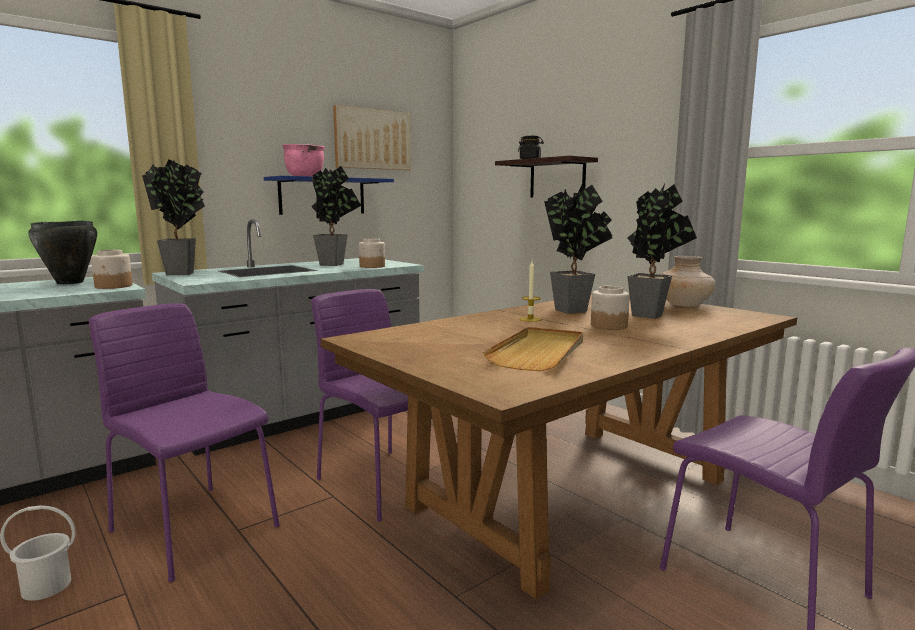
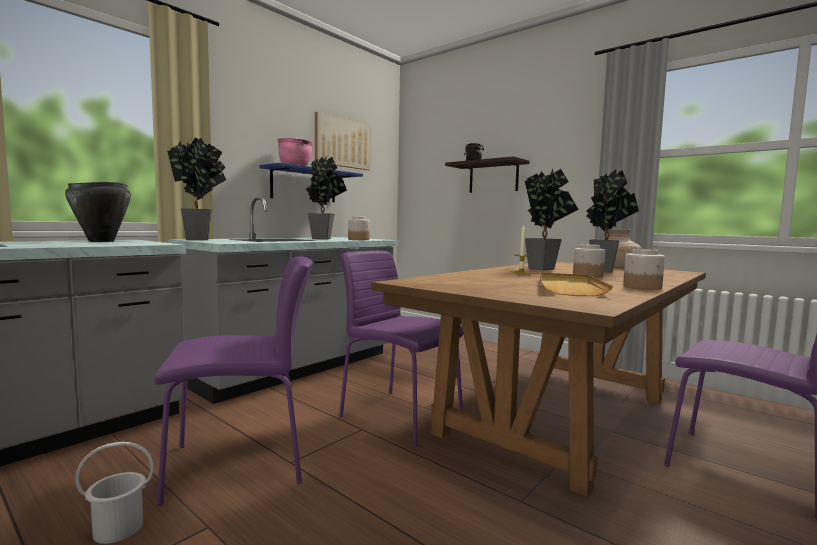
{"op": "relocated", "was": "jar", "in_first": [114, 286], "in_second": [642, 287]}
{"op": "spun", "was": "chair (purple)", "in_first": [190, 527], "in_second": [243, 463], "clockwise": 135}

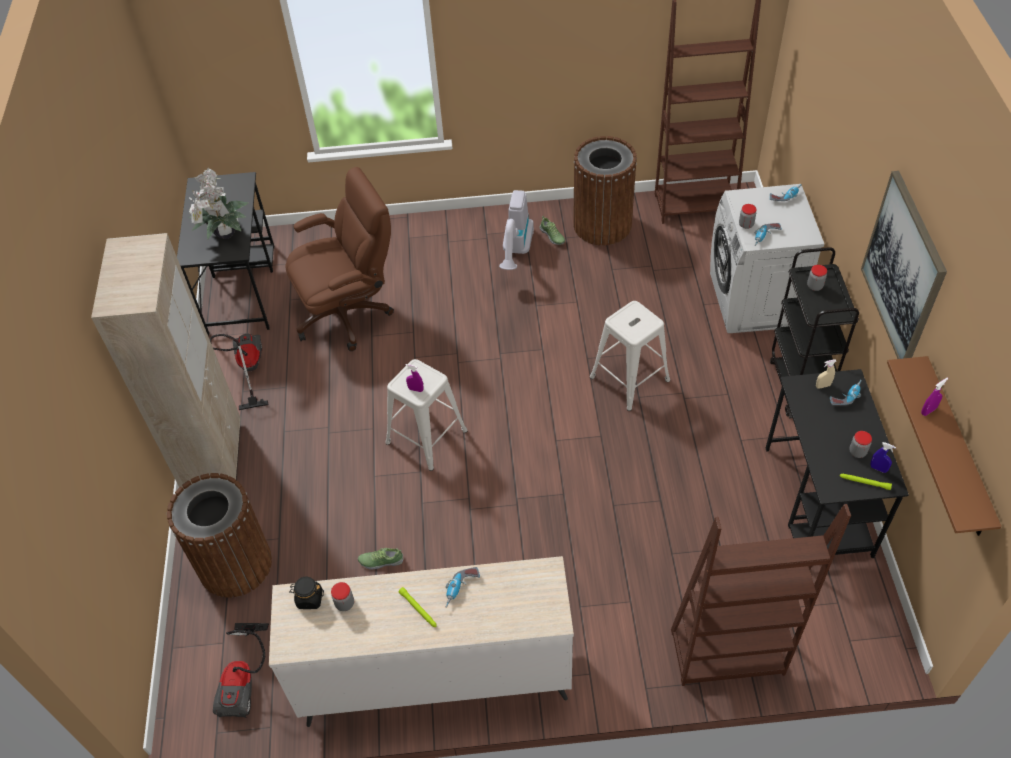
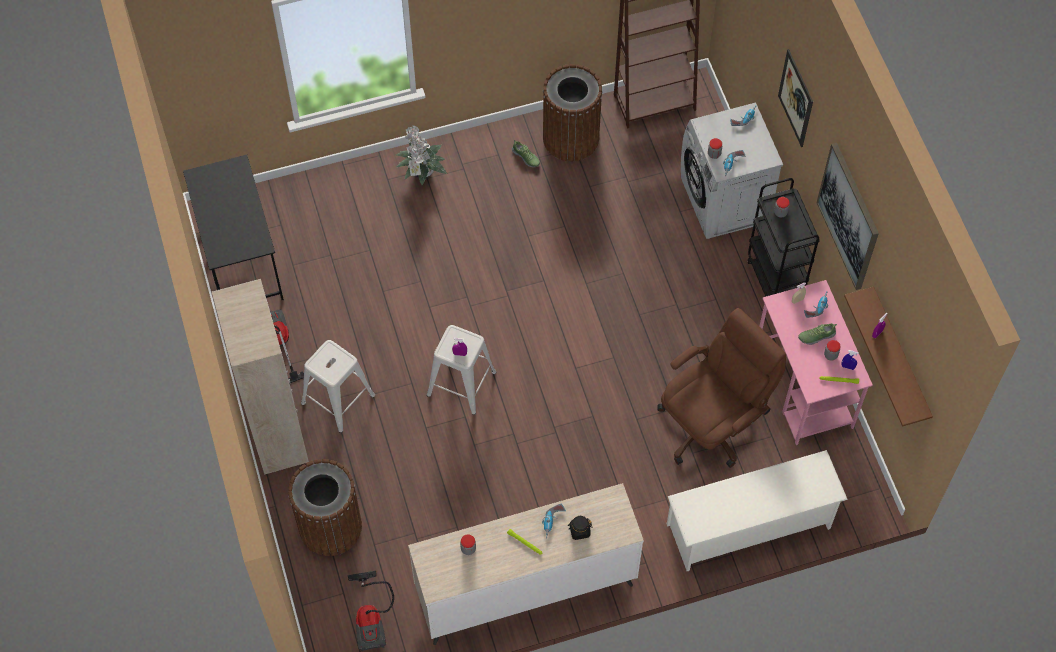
{"op": "relocated", "was": "office chair (brown)", "in_first": [350, 313], "in_second": [712, 423]}
{"op": "relocated", "was": "potted plant", "in_first": [224, 235], "in_second": [421, 174]}
{"op": "missing", "was": "vacuum cleaner", "in_first": [516, 252]}
{"op": "relocated", "was": "stool (white)", "in_first": [629, 378], "in_second": [338, 399]}
{"op": "colour", "was": "desk (black)", "now": "desk (pink)", "in_first": [818, 502], "in_second": [804, 387]}
{"op": "exchanged", "was": "bookcase (brown)", "now": "shoe rack (white)", "in_first": [727, 652], "in_second": [749, 526]}
{"op": "relocated", "was": "shoe", "in_first": [381, 560], "in_second": [816, 336]}
{"op": "relocated", "was": "jar (black)", "in_first": [309, 599], "in_second": [579, 531]}
{"op": "appeared", "now": "picture", "in_second": [795, 98]}

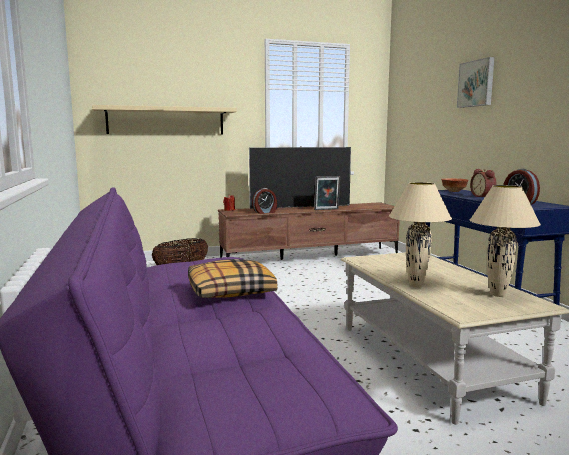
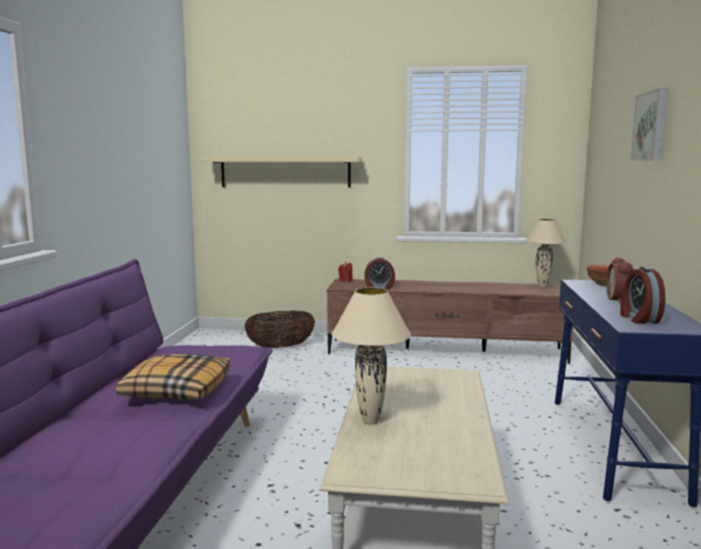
{"op": "missing", "was": "television", "in_first": [300, 207]}
{"op": "missing", "was": "picture frame", "in_first": [327, 209]}
{"op": "relocated", "was": "table lamp (beige)", "in_first": [498, 295], "in_second": [542, 287]}

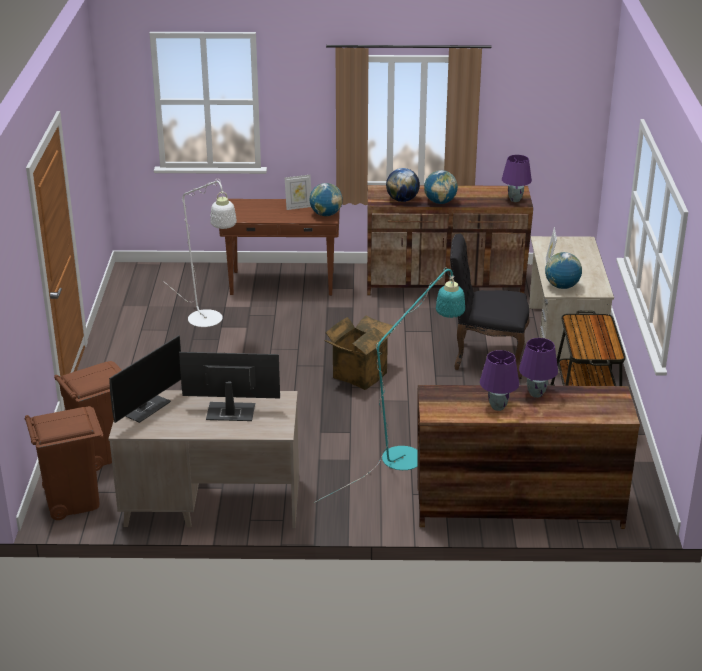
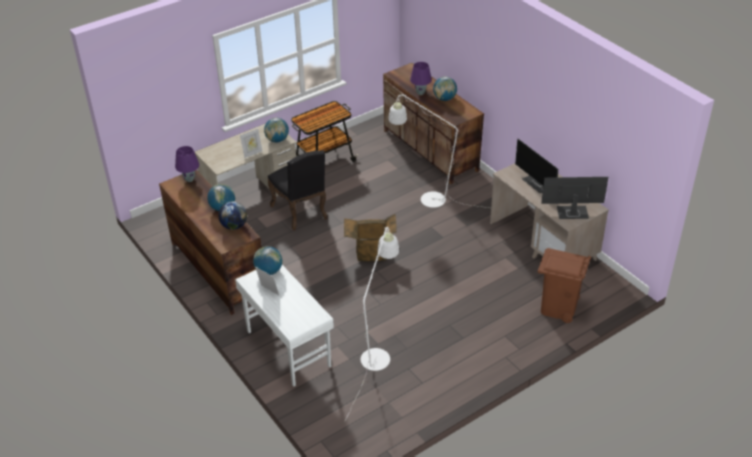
{"op": "colour", "was": "console table (brown)", "now": "console table (white)", "in_first": [283, 283], "in_second": [288, 349]}
{"op": "colour", "was": "floor lamp (turquoise)", "now": "floor lamp (white)", "in_first": [410, 453], "in_second": [426, 198]}
{"op": "exchanged", "was": "table lamp (purple)", "now": "globe", "in_first": [497, 407], "in_second": [444, 99]}
{"op": "missing", "was": "trash can (brown)", "in_first": [72, 500]}

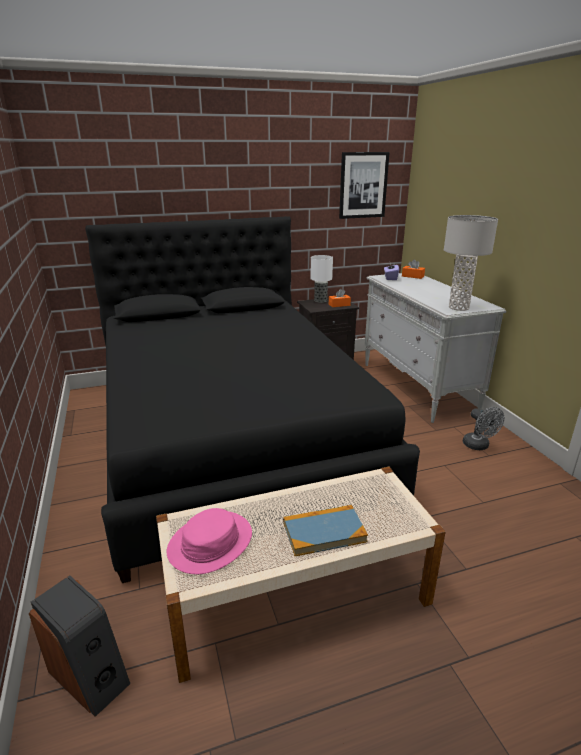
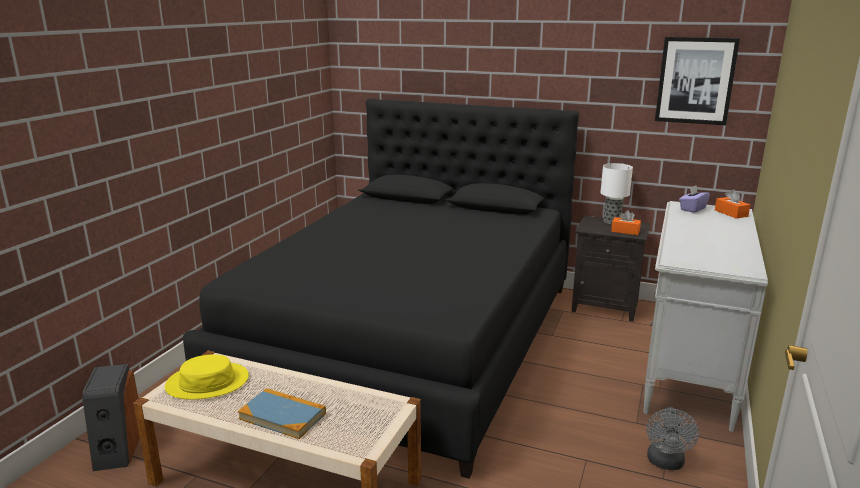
{"op": "missing", "was": "table lamp (white)", "in_first": [458, 307]}
{"op": "colour", "was": "hat (pink)", "now": "hat (yellow)", "in_first": [210, 542], "in_second": [207, 382]}

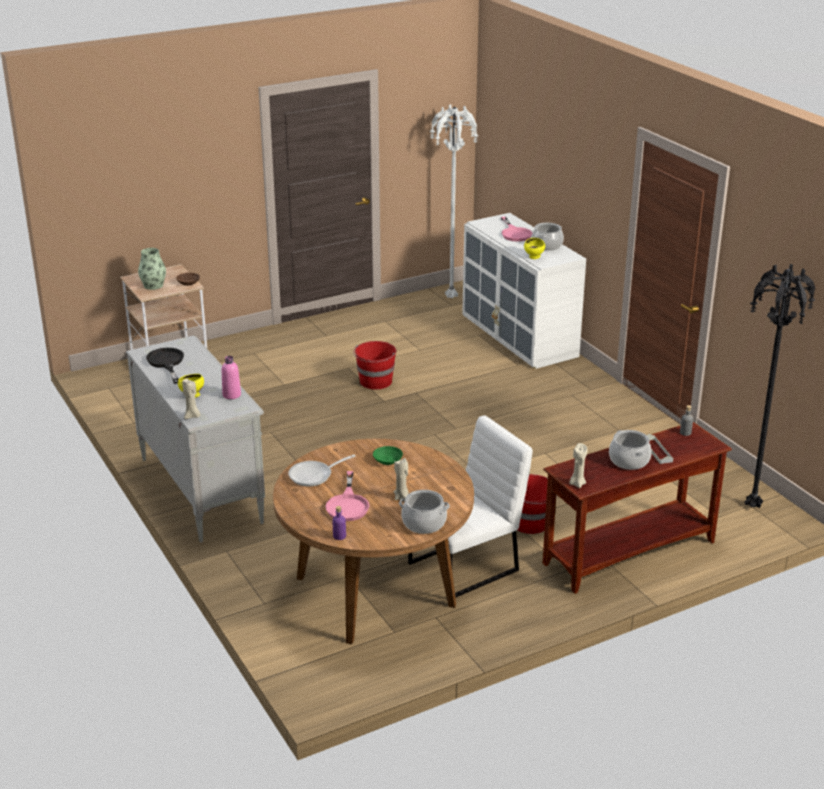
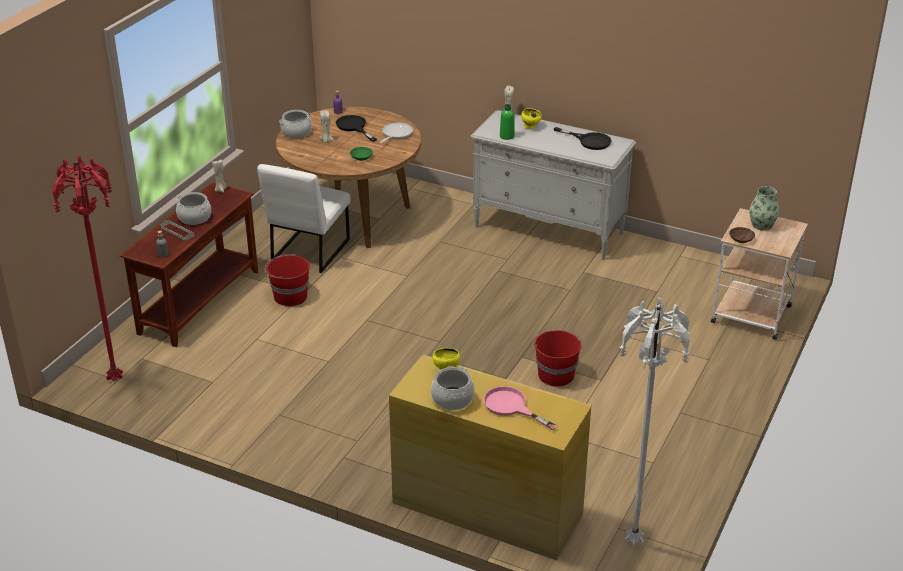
{"op": "colour", "was": "cabinet (white)", "now": "cabinet (yellow)", "in_first": [518, 336], "in_second": [487, 507]}
{"op": "colour", "was": "floor lamp (black)", "now": "floor lamp (red)", "in_first": [751, 507], "in_second": [116, 378]}
{"op": "colour", "was": "bottle (pink)", "now": "bottle (green)", "in_first": [231, 395], "in_second": [507, 136]}
{"op": "colour", "was": "frying pan (pink)", "now": "frying pan (black)", "in_first": [348, 504], "in_second": [354, 127]}

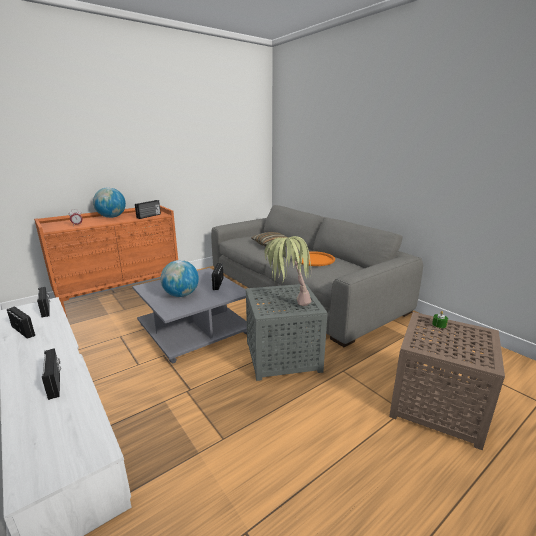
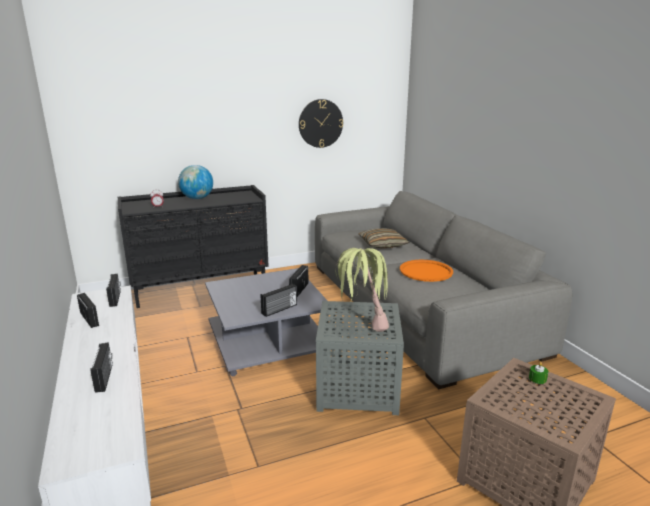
{"op": "relocated", "was": "radio", "in_first": [149, 216], "in_second": [280, 309]}
{"op": "colour", "was": "cabinet (orange)", "now": "cabinet (black)", "in_first": [122, 295], "in_second": [202, 289]}
{"op": "missing", "was": "globe", "in_first": [181, 295]}
{"op": "appeared", "now": "wall clock", "in_second": [320, 123]}

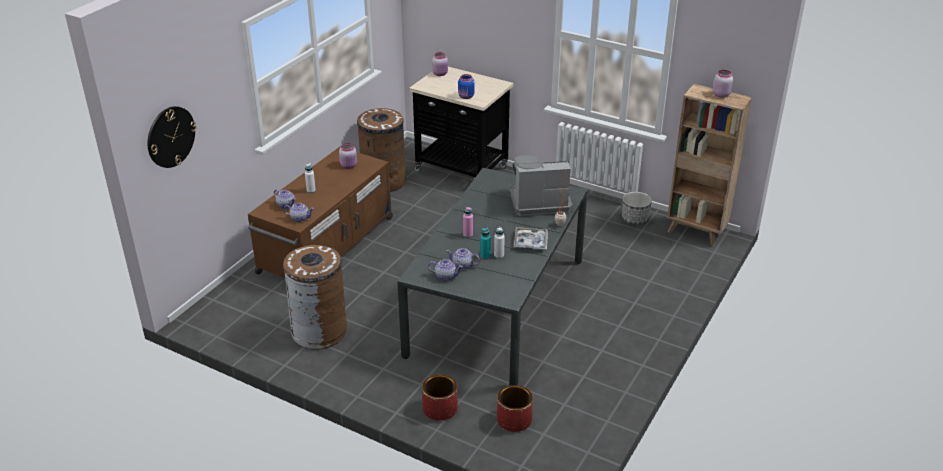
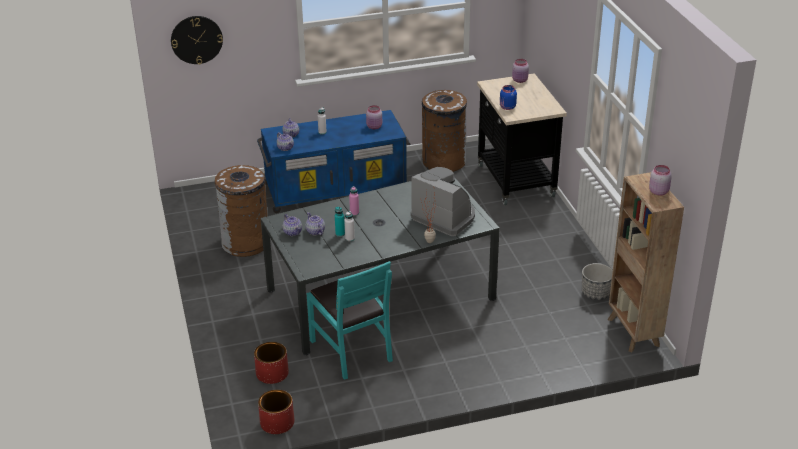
{"op": "colour", "was": "cabinet (brown)", "now": "cabinet (blue)", "in_first": [327, 244], "in_second": [336, 187]}
{"op": "missing", "was": "tray", "in_first": [530, 242]}
{"op": "relocated", "was": "planter (red)", "in_first": [440, 409], "in_second": [277, 423]}
{"op": "appeared", "now": "chair (turquoise)", "in_second": [351, 349]}

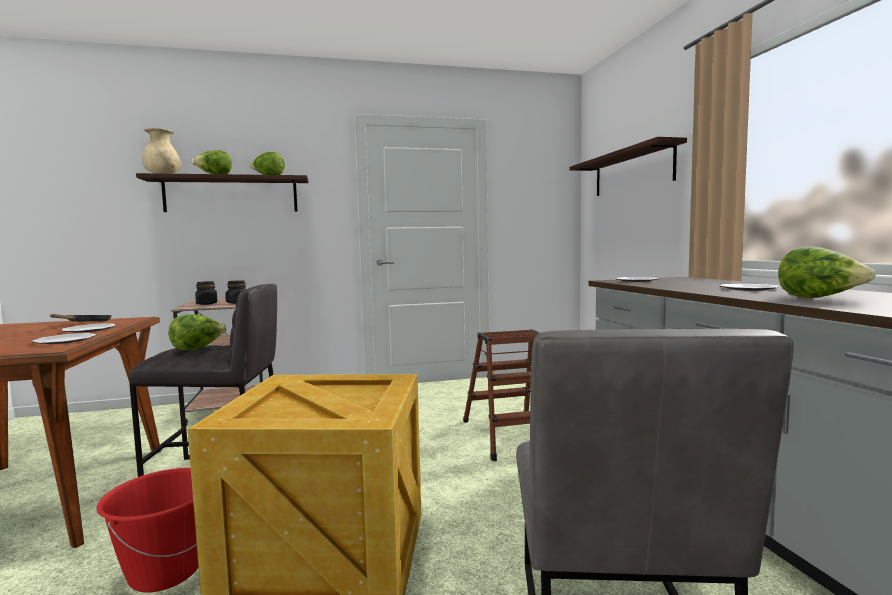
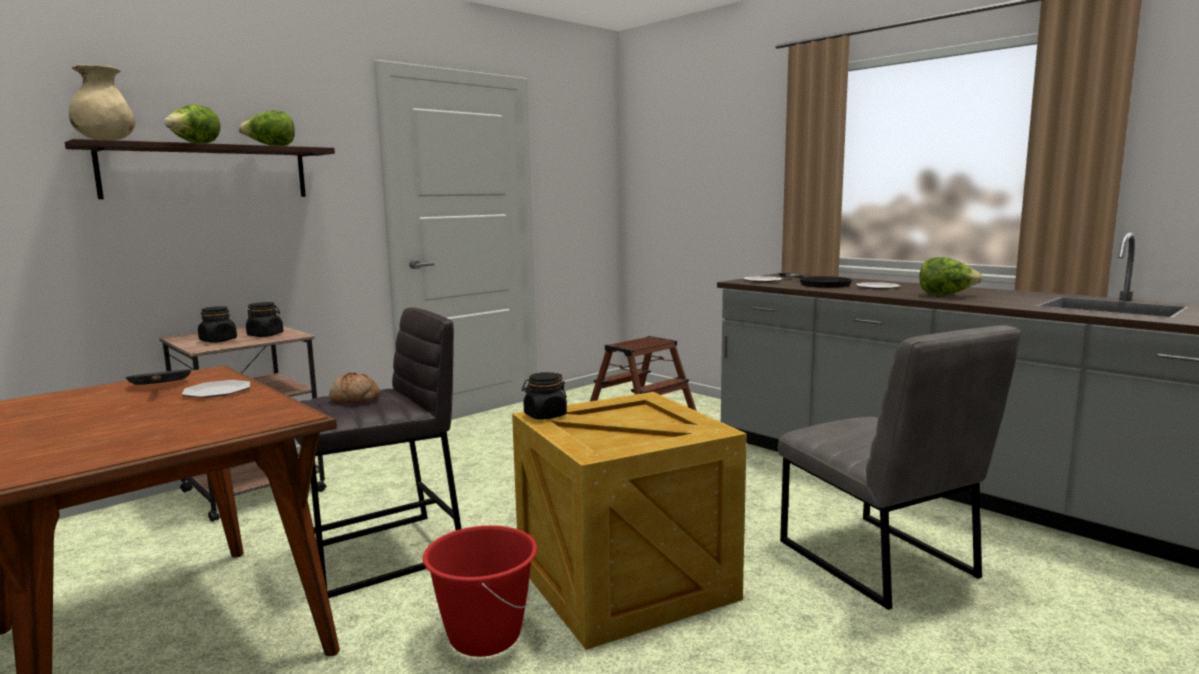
{"op": "missing", "was": "shelf", "in_first": [632, 171]}
{"op": "exchanged", "was": "lettuce", "now": "bread", "in_first": [197, 349], "in_second": [354, 399]}
{"op": "missing", "was": "plate", "in_first": [65, 341]}
{"op": "appeared", "now": "frying pan (black)", "in_second": [819, 283]}
{"op": "appeared", "now": "jar (black)", "in_second": [545, 416]}

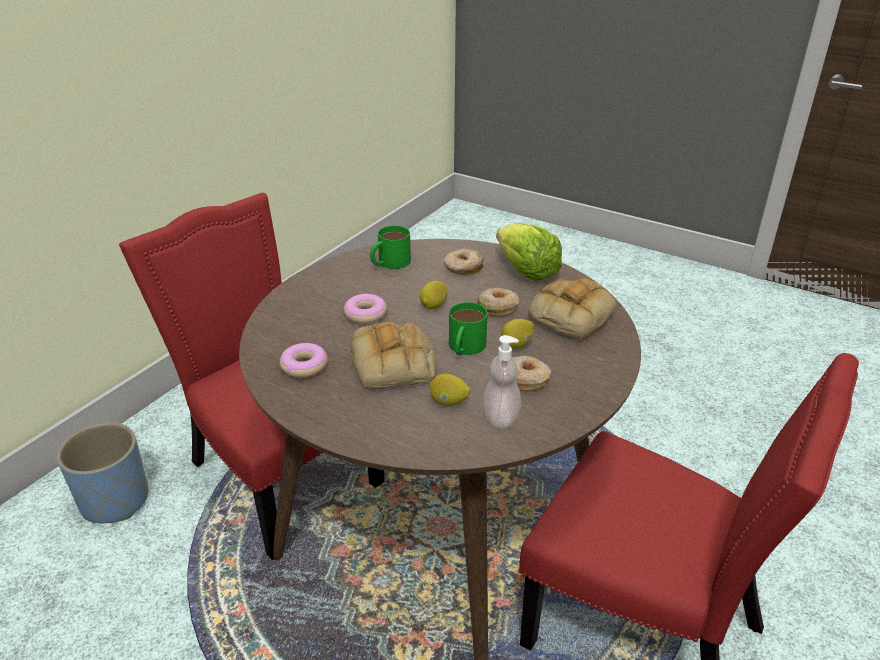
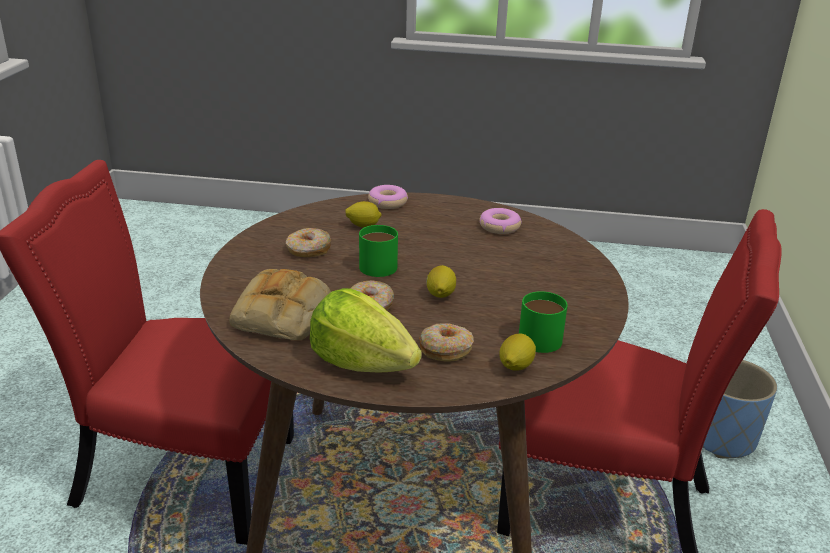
{"op": "relocated", "was": "donut", "in_first": [365, 314], "in_second": [388, 202]}
{"op": "relocated", "was": "lemon", "in_first": [517, 345], "in_second": [515, 367]}
{"op": "missing", "was": "bread", "in_first": [394, 364]}
{"op": "missing", "was": "soap dispenser", "in_first": [501, 417]}

